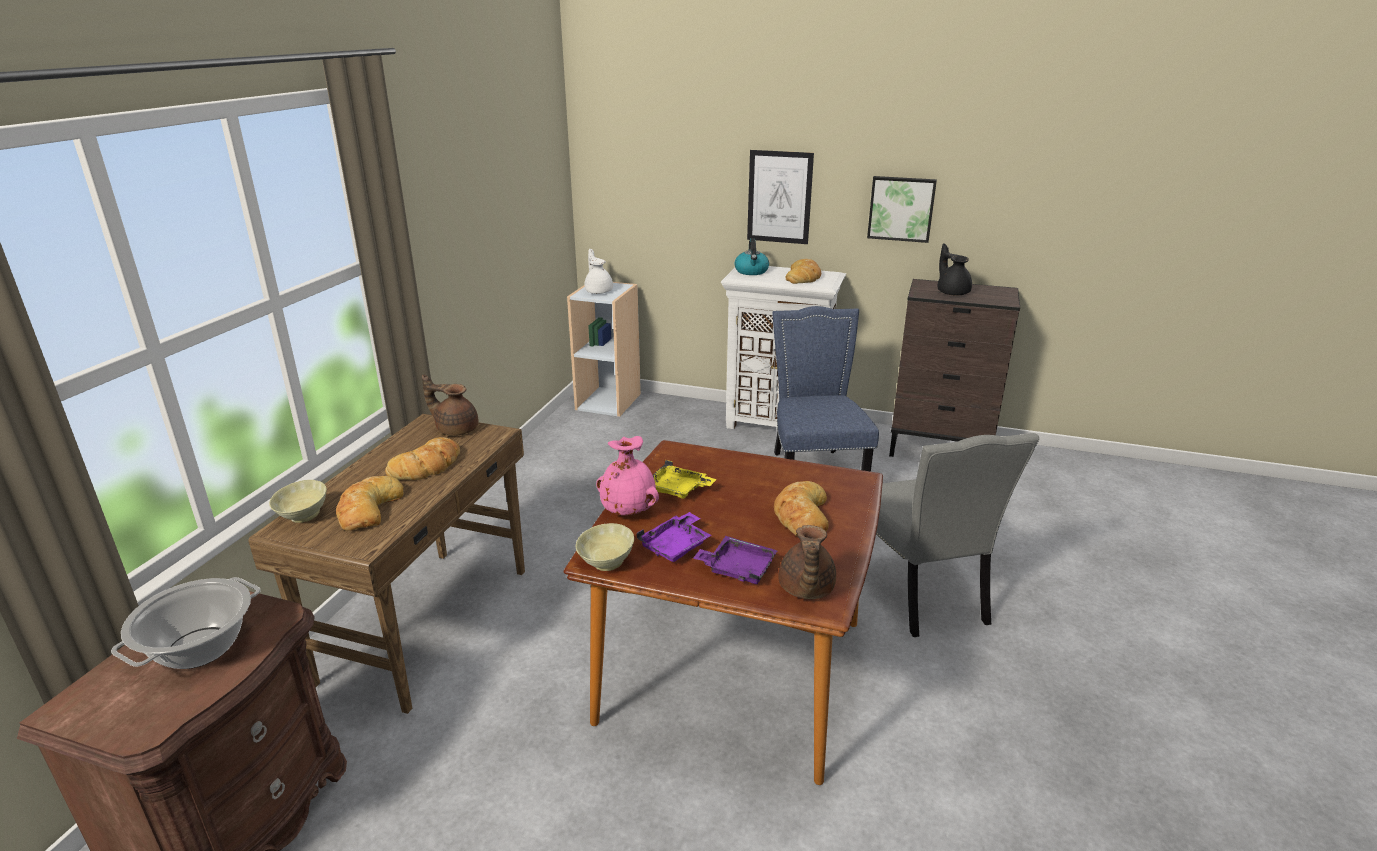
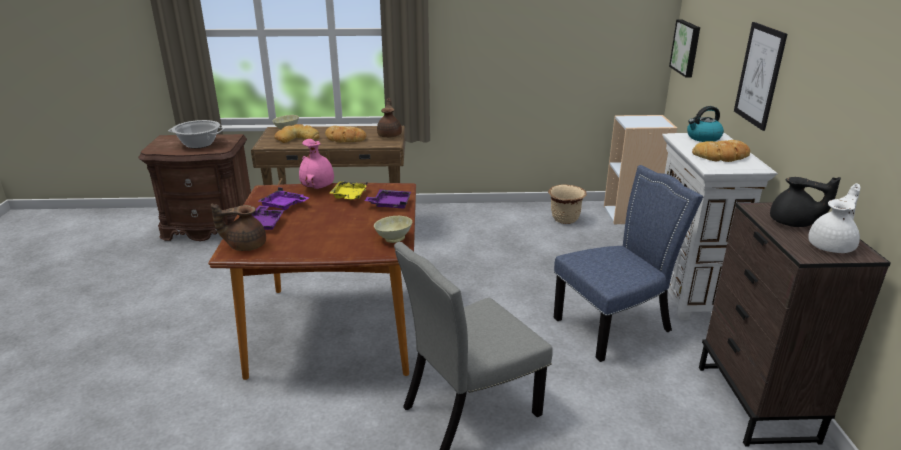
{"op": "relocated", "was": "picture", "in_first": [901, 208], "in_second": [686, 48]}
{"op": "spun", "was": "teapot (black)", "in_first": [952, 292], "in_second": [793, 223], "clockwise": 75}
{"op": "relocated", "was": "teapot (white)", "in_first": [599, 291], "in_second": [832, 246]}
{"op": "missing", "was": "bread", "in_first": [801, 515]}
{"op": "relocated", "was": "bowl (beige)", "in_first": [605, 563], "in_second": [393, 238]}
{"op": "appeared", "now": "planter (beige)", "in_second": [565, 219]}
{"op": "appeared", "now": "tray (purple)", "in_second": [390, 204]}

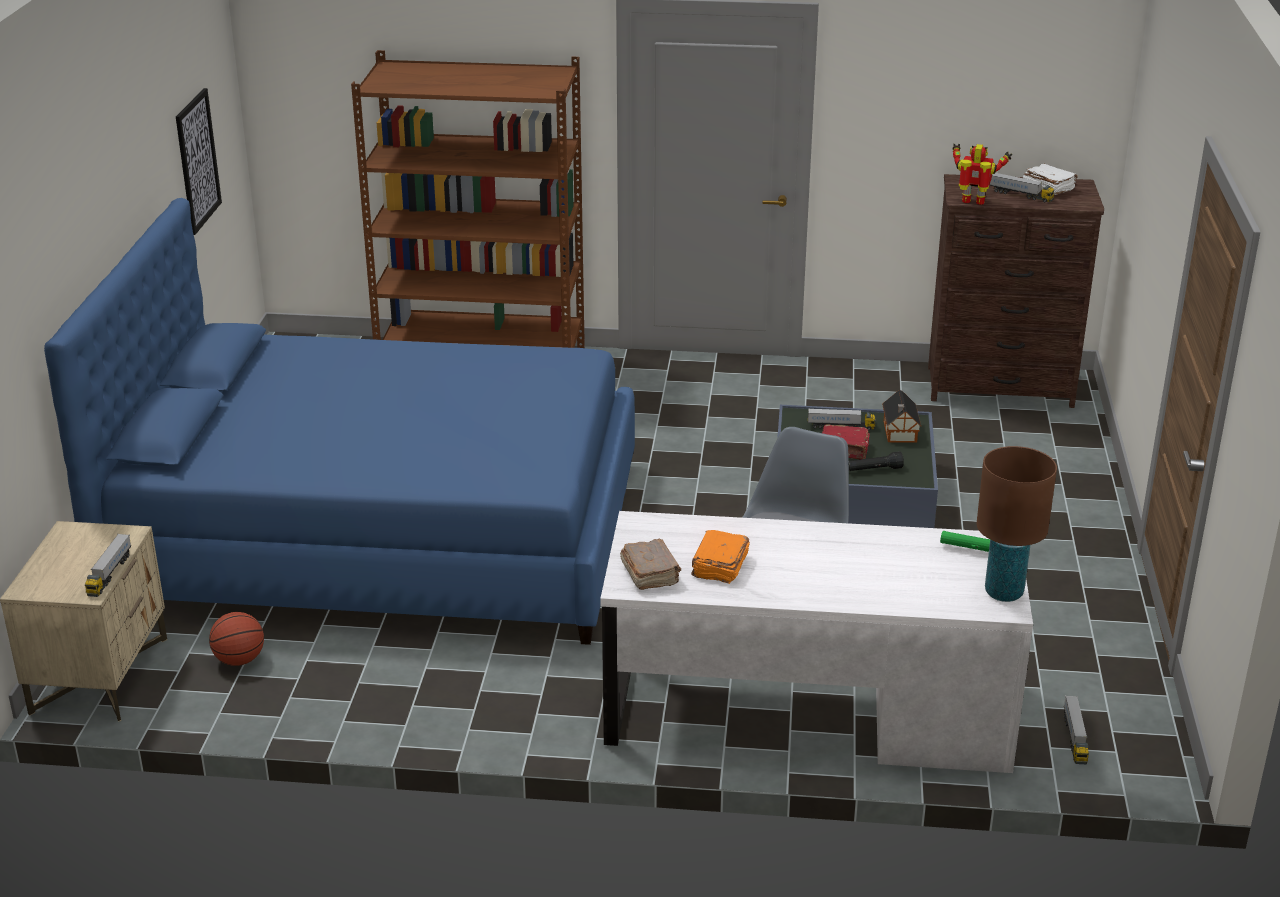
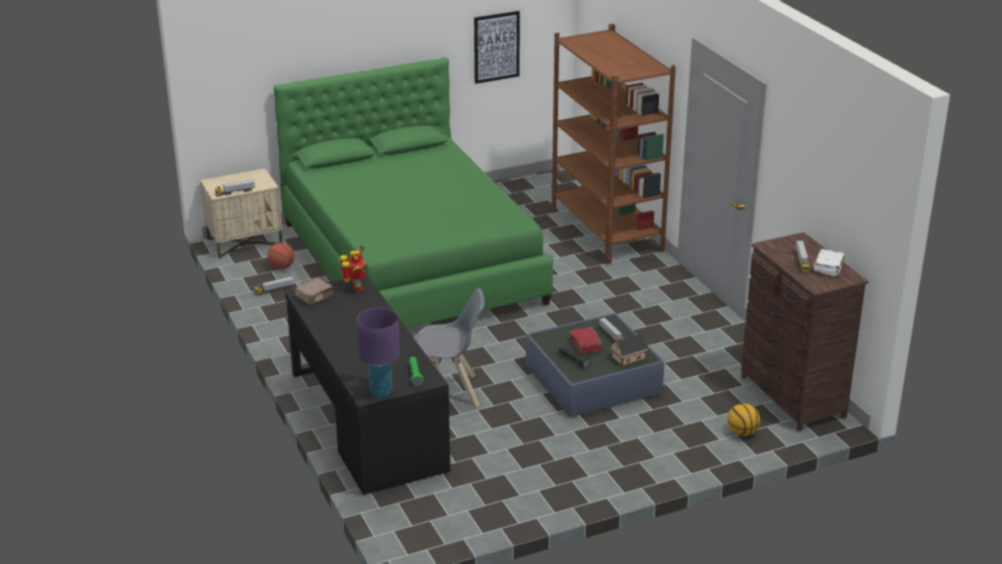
{"op": "relocated", "was": "toy robot", "in_first": [973, 203], "in_second": [356, 288]}
{"op": "colour", "was": "bed (blue)", "now": "bed (green)", "in_first": [379, 534], "in_second": [411, 262]}
{"op": "colour", "was": "table lamp (brown)", "now": "table lamp (purple)", "in_first": [1003, 592], "in_second": [381, 392]}
{"op": "colour", "was": "desk (white)", "now": "desk (black)", "in_first": [807, 711], "in_second": [367, 421]}
{"op": "missing", "was": "book (orange)", "in_first": [719, 566]}
{"op": "relocated", "was": "toy truck", "in_first": [1074, 738], "in_second": [274, 290]}
{"op": "appeared", "now": "basketball", "in_second": [742, 433]}

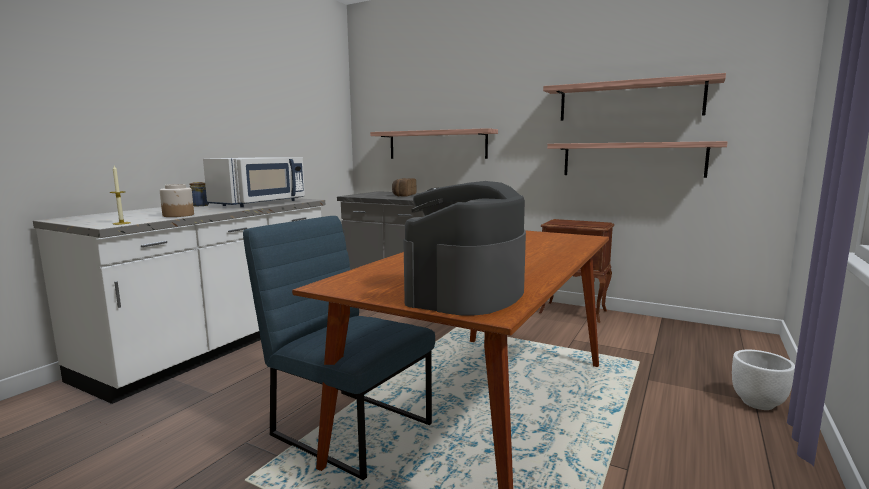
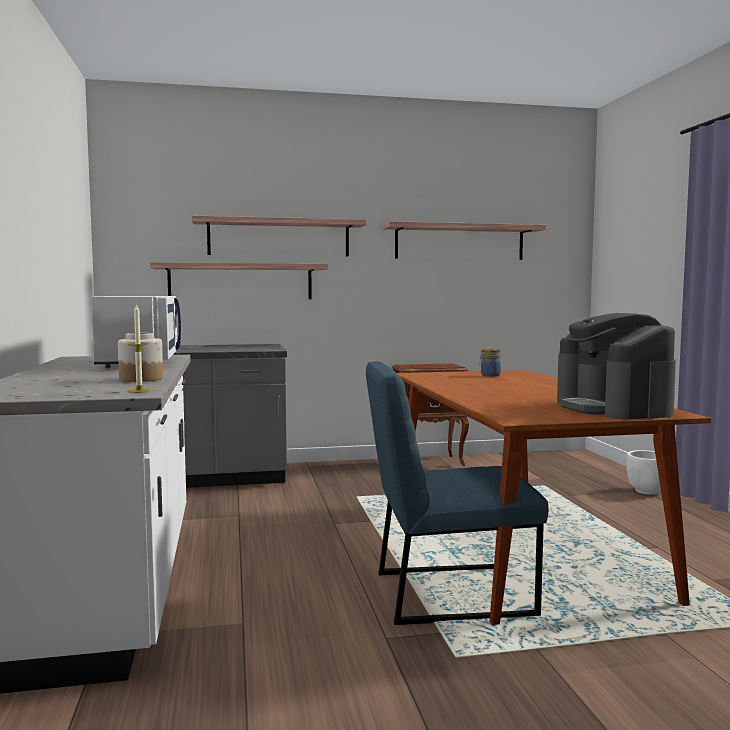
{"op": "relocated", "was": "shelf", "in_first": [632, 159], "in_second": [279, 238]}
{"op": "missing", "was": "bread", "in_first": [403, 195]}
{"op": "relocated", "was": "jar", "in_first": [200, 205], "in_second": [489, 375]}

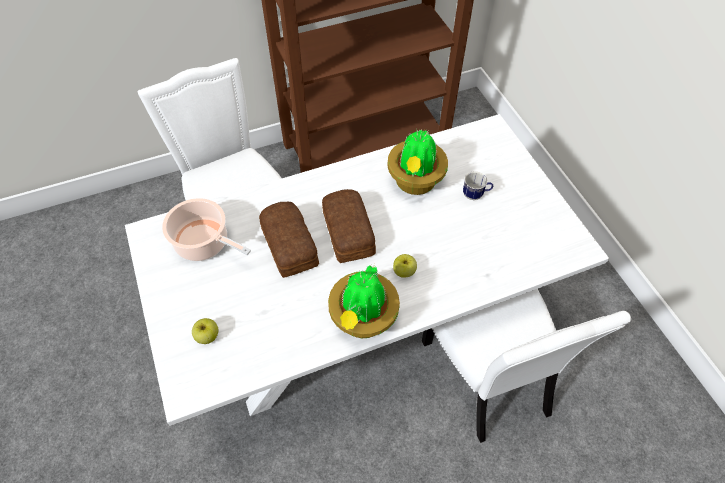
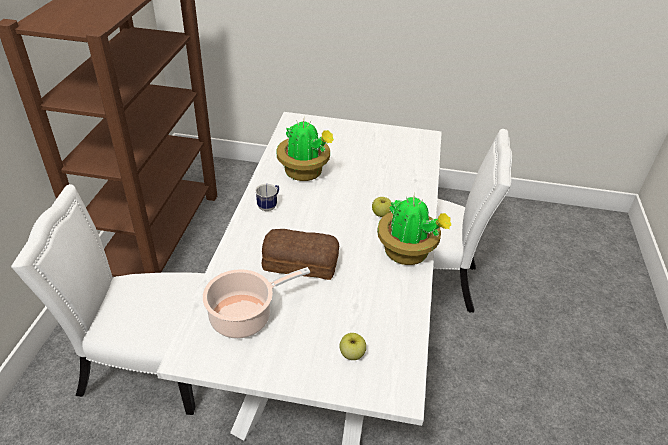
{"op": "relocated", "was": "mug", "in_first": [475, 195], "in_second": [269, 206]}
{"op": "missing", "was": "bread", "in_first": [347, 234]}

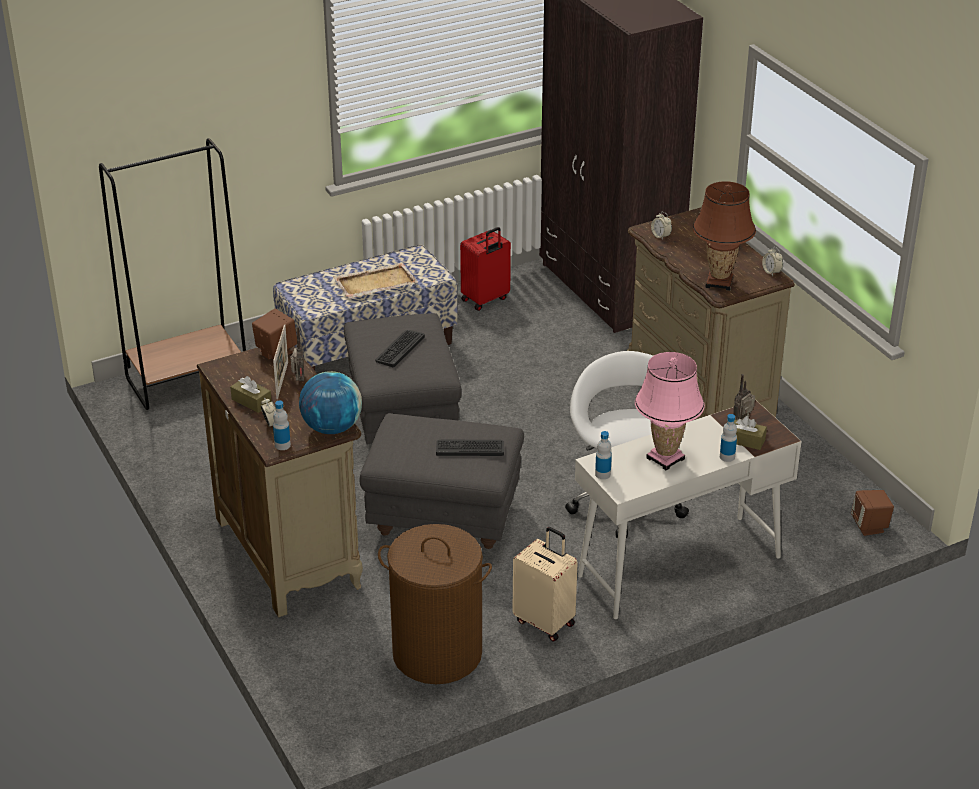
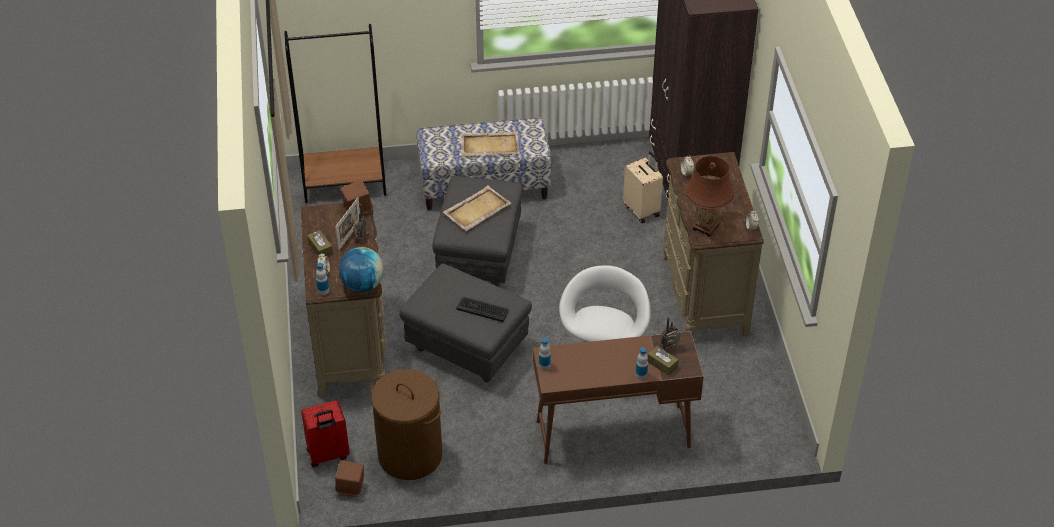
{"op": "relocated", "was": "suitcase (red)", "in_first": [485, 300], "in_second": [328, 455]}
{"op": "exchanged", "was": "keyboard", "now": "tray (beige)", "in_first": [399, 348], "in_second": [476, 210]}
{"op": "missing", "was": "table lamp (pink)", "in_first": [665, 458]}
{"op": "colour", "was": "desk (white)", "now": "desk (brown)", "in_first": [678, 566], "in_second": [612, 434]}
{"op": "relocated", "was": "speaker (brown)", "in_first": [869, 526], "in_second": [351, 488]}
{"op": "relocated", "was": "suitcase (beige)", "in_first": [545, 622], "in_second": [642, 210]}

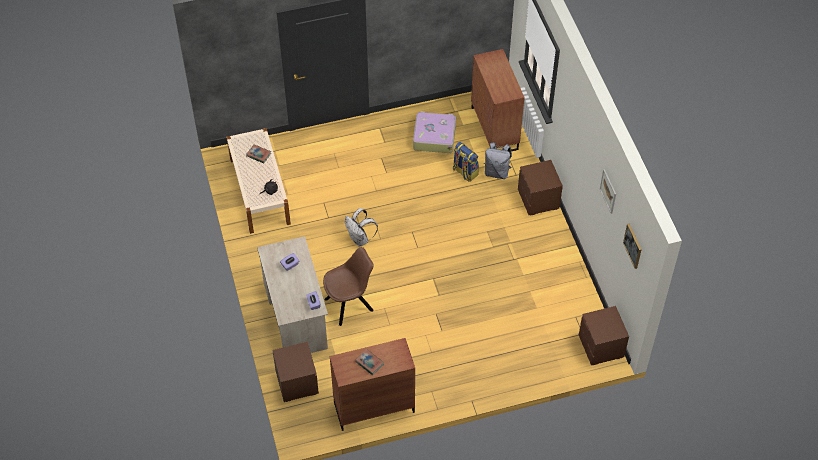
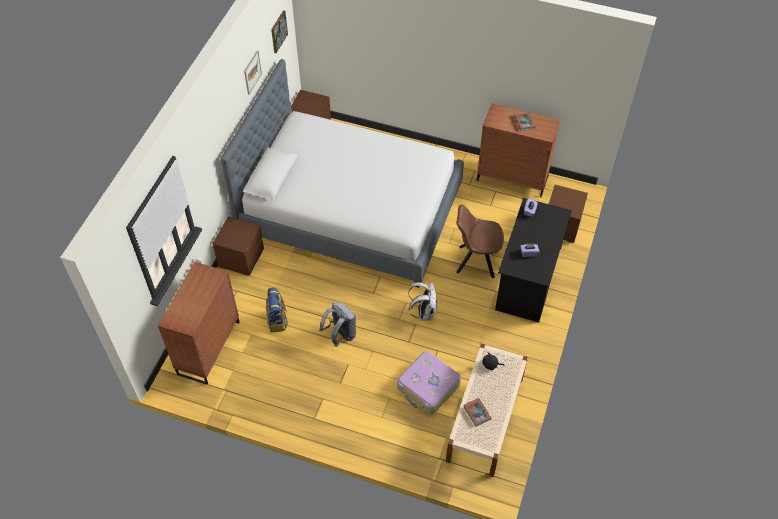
{"op": "relocated", "was": "suitcase", "in_first": [434, 137], "in_second": [428, 387]}
{"op": "relocated", "was": "backpack (grey)", "in_first": [497, 172], "in_second": [340, 335]}
{"op": "colour", "was": "desk (beige)", "now": "desk (black)", "in_first": [295, 315], "in_second": [528, 278]}
{"op": "appeared", "now": "bed", "in_second": [350, 210]}

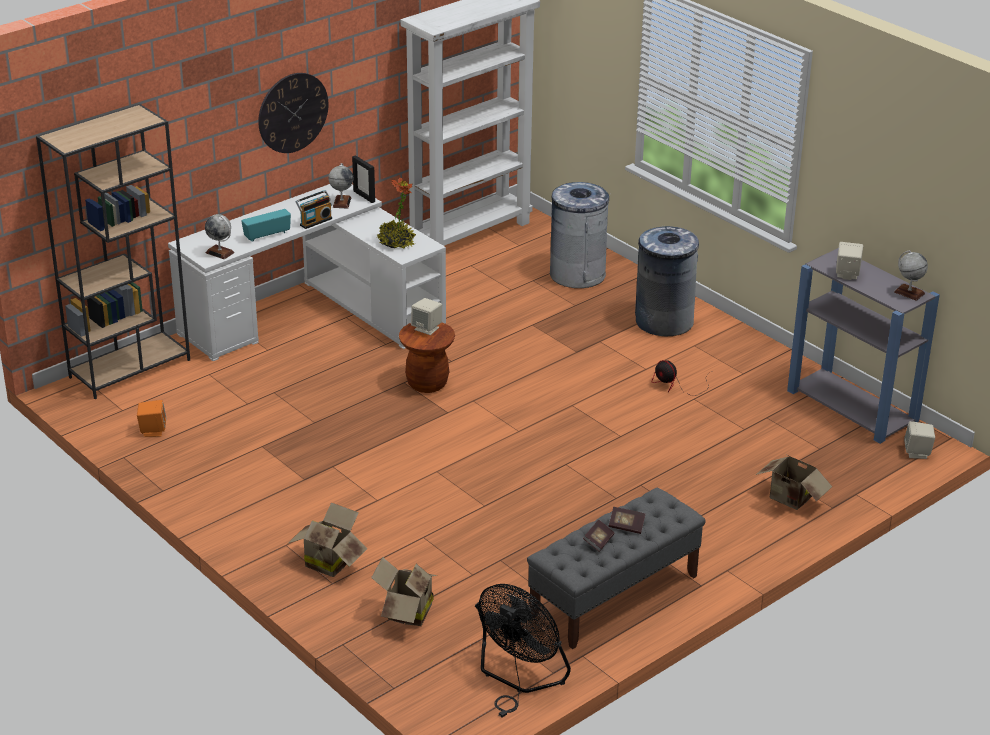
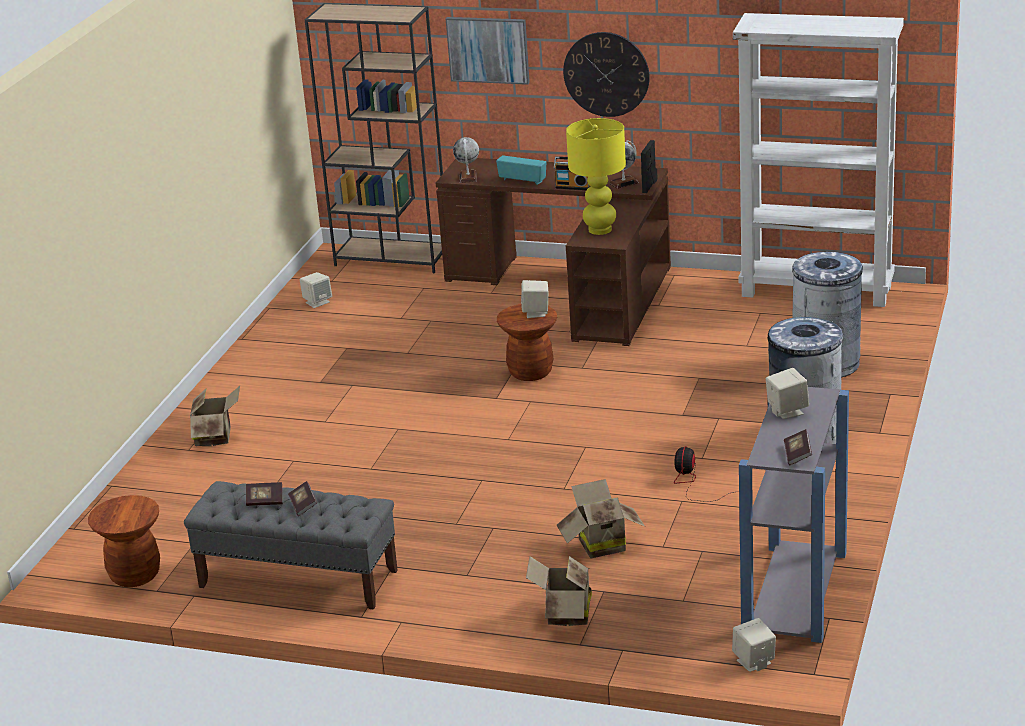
{"op": "exchanged", "was": "potted plant", "now": "table lamp (yellow)", "in_first": [396, 242], "in_second": [600, 229]}
{"op": "colour", "was": "desk (white)", "now": "desk (brown)", "in_first": [315, 314], "in_second": [574, 287]}
{"op": "exchanged", "was": "globe", "now": "book", "in_first": [909, 293], "in_second": [797, 455]}
{"op": "colour", "was": "speaker (orange)", "now": "speaker (beige)", "in_first": [152, 431], "in_second": [317, 302]}
{"op": "relocated", "was": "cardboard box", "in_first": [405, 613], "in_second": [599, 544]}
{"op": "exchanged", "was": "fan (black)", "now": "stool (brown)", "in_first": [514, 676], "in_second": [135, 575]}
{"op": "appeared", "now": "picture", "in_second": [488, 49]}

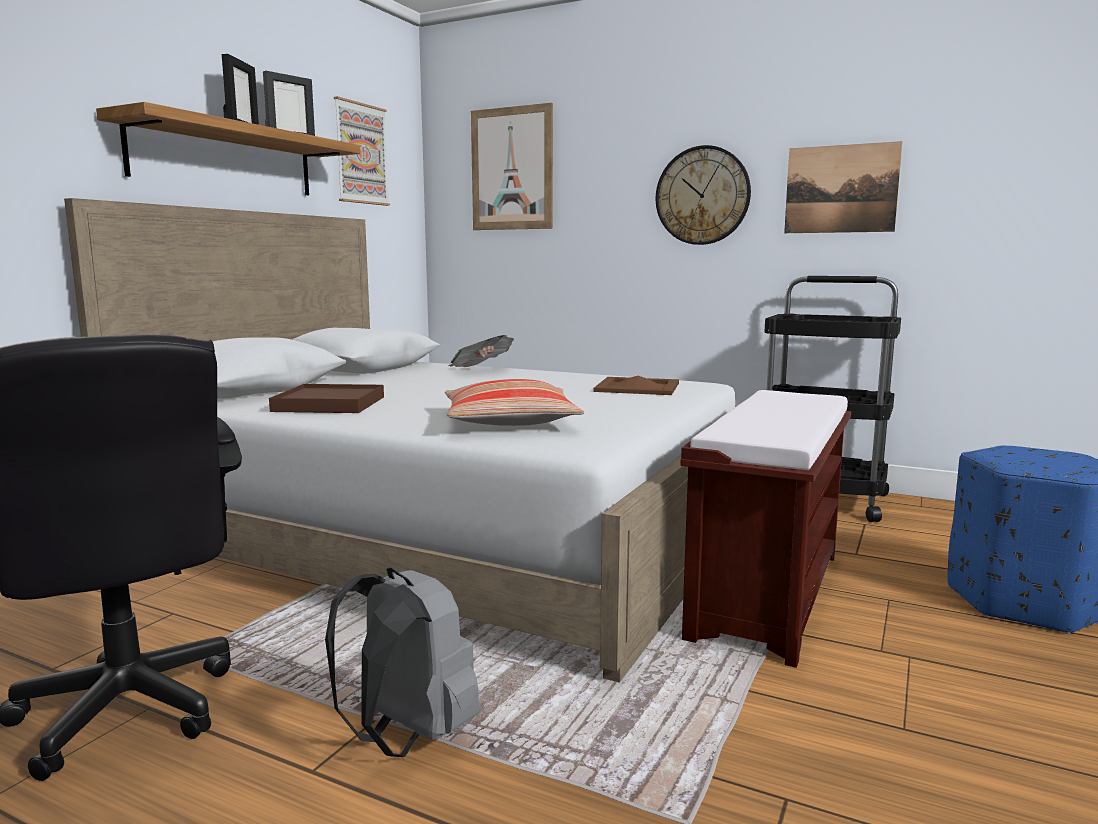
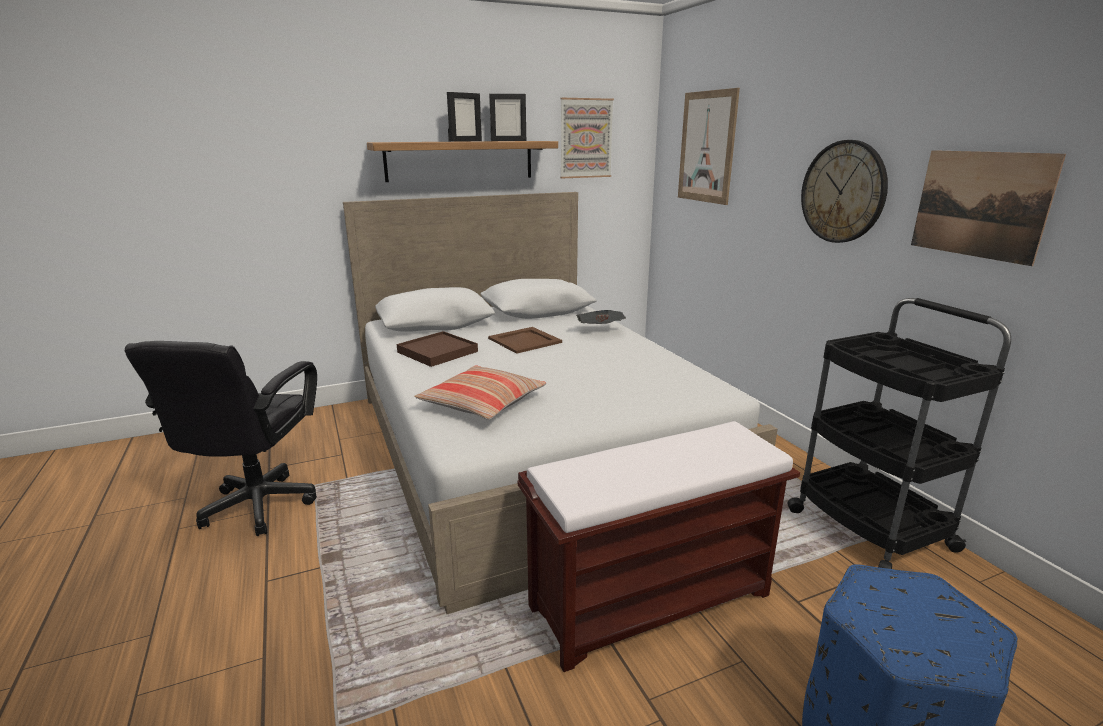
{"op": "relocated", "was": "tray (brown)", "in_first": [638, 387], "in_second": [524, 341]}
{"op": "missing", "was": "backpack (grey)", "in_first": [407, 735]}

